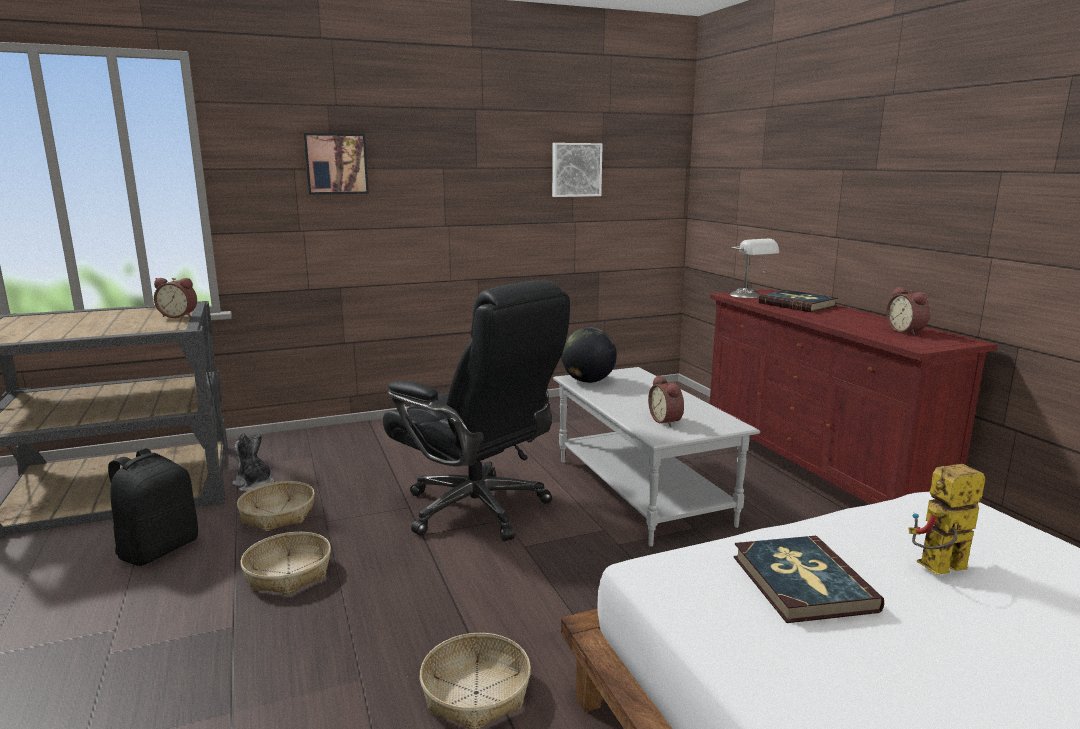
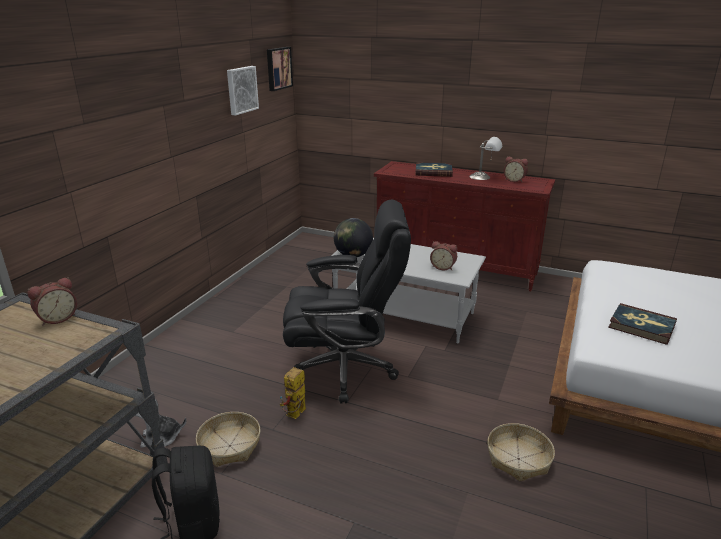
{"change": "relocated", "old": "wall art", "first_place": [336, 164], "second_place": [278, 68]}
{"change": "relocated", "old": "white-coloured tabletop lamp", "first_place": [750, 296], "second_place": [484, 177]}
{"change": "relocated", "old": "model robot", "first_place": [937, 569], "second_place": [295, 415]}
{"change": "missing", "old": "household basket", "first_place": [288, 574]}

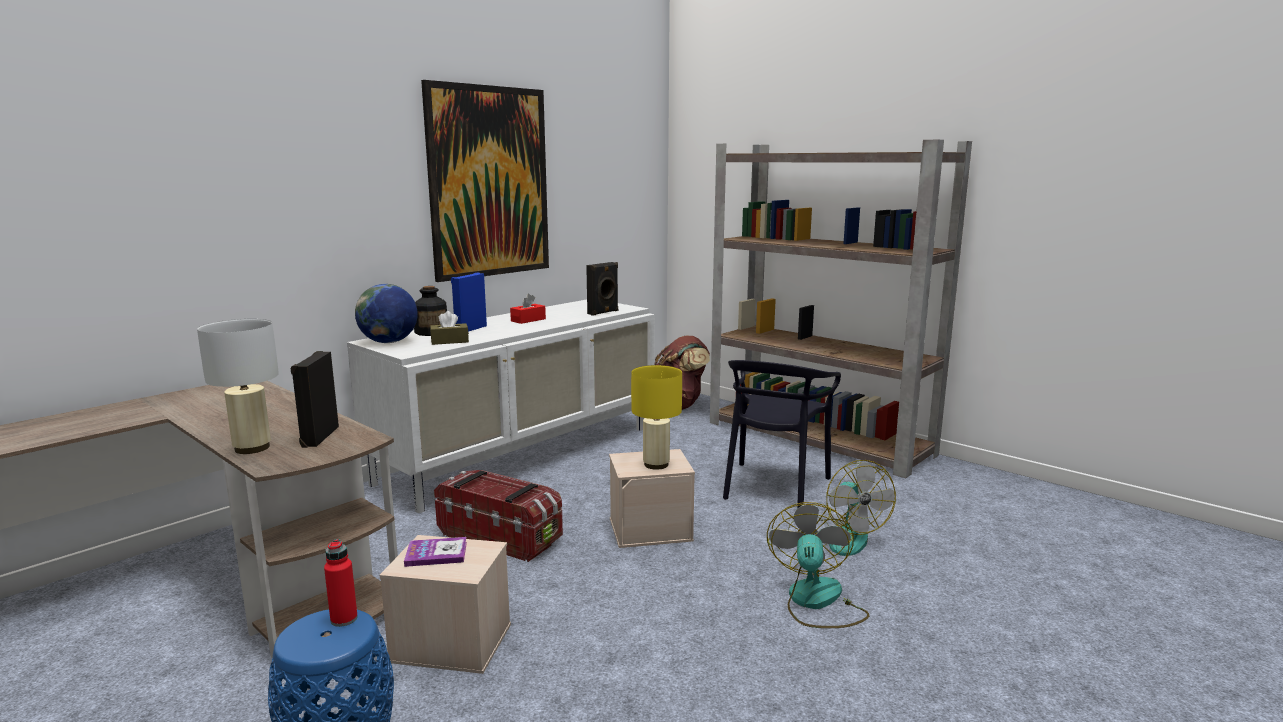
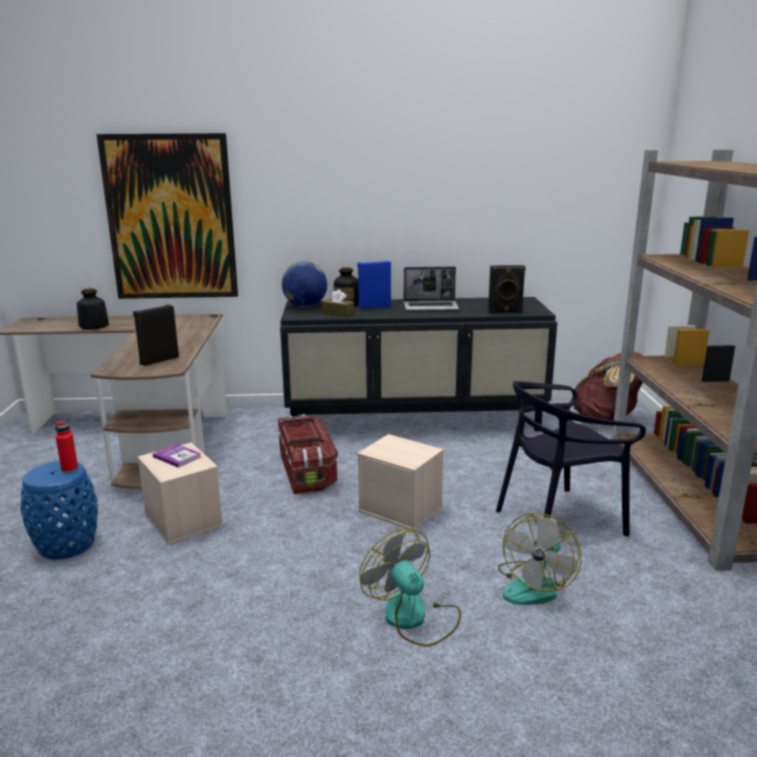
{"change": "relocated", "old": "wall art", "first_place": [489, 182], "second_place": [170, 218]}
{"change": "exchanged", "old": "reddish box of tissues", "new": "laptop", "first_place": [528, 320], "second_place": [431, 307]}
{"change": "colour", "old": "white-coloured cabinet", "new": "black-coloured cabinet", "first_place": [522, 455], "second_place": [414, 420]}
{"change": "missing", "old": "white-coloured tabletop lamp", "first_place": [251, 448]}
{"change": "missing", "old": "yellow tabletop lamp", "first_place": [655, 464]}
{"change": "spun", "old": "cooling fan", "first_place": [816, 602], "second_place": [413, 618], "degrees": -90}
{"change": "appeared", "new": "bottle", "second_place": [94, 326]}

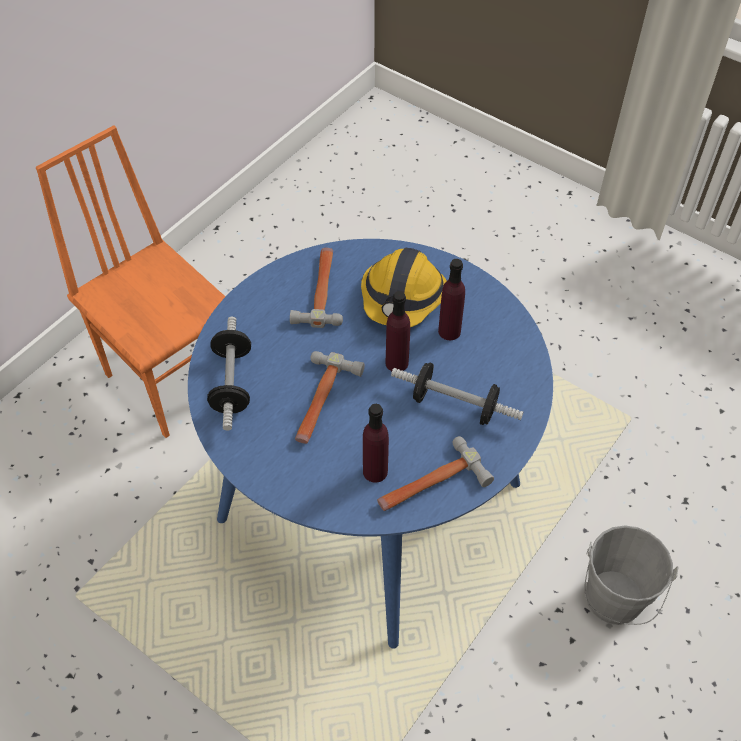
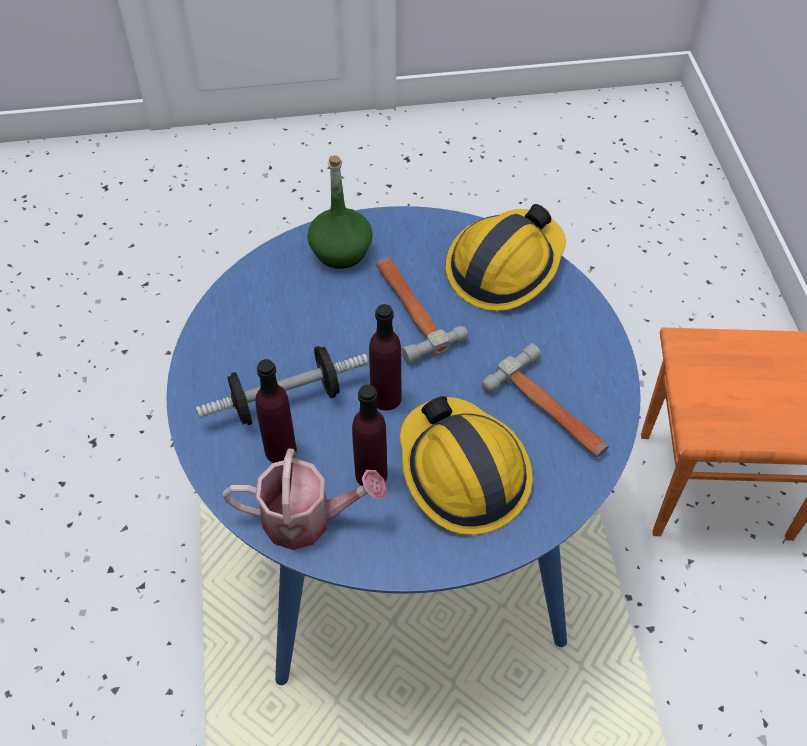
{"change": "exchanged", "old": "free weight", "new": "hard hat", "first_place": [232, 383], "second_place": [504, 267]}
{"change": "relocated", "old": "purple bottle", "first_place": [375, 471], "second_place": [280, 450]}
{"change": "missing", "old": "tool hammer", "first_place": [430, 485]}
{"change": "missing", "old": "grey bucket", "first_place": [612, 604]}
{"change": "appeared", "new": "greenish bottle", "second_place": [341, 251]}
{"change": "appeared", "new": "watering pot", "second_place": [307, 519]}

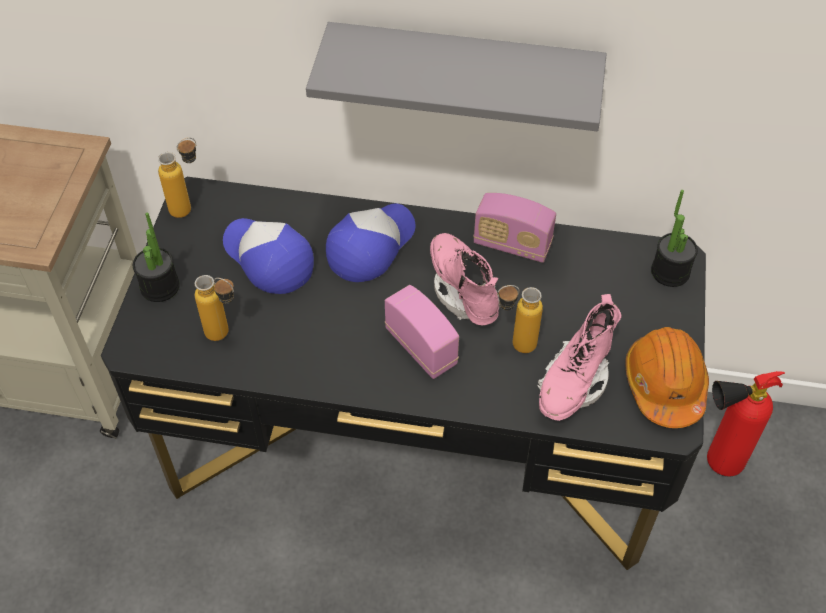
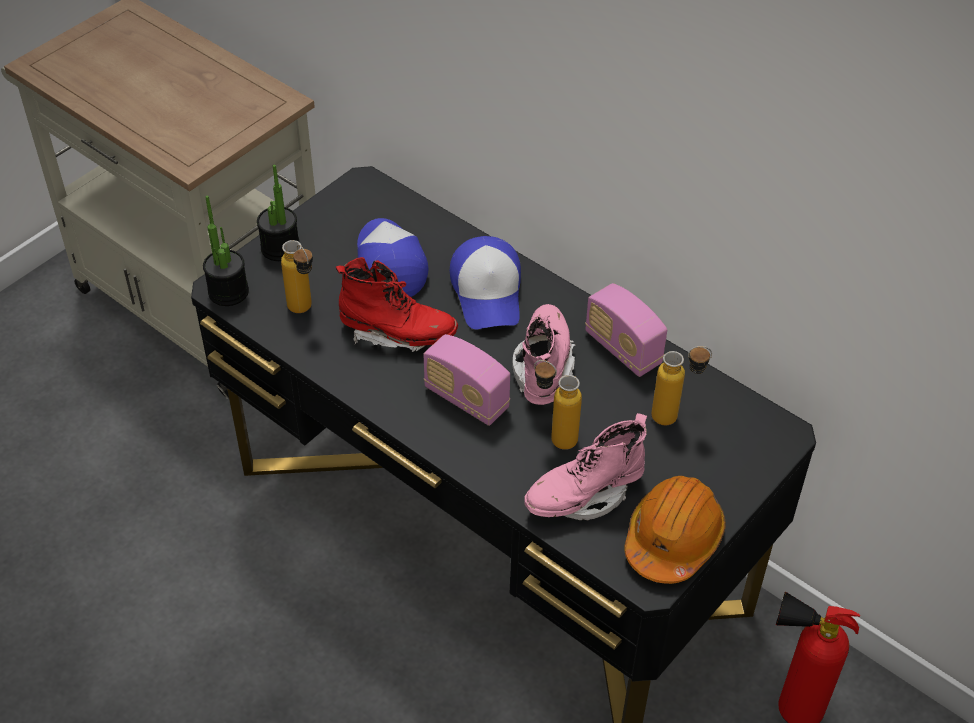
{"change": "missing", "old": "grey shelf", "first_place": [463, 75]}
{"change": "relocated", "old": "bottle", "first_place": [189, 207], "second_place": [675, 417]}
{"change": "relocated", "old": "houseplant", "first_place": [670, 272], "second_place": [228, 292]}
{"change": "spun", "old": "cap", "first_place": [370, 246], "second_place": [488, 292], "degrees": 105}
{"change": "spun", "old": "radio set", "first_place": [421, 347], "second_place": [466, 399], "degrees": 135}
{"change": "appeared", "new": "reddish tall boot", "second_place": [397, 333]}

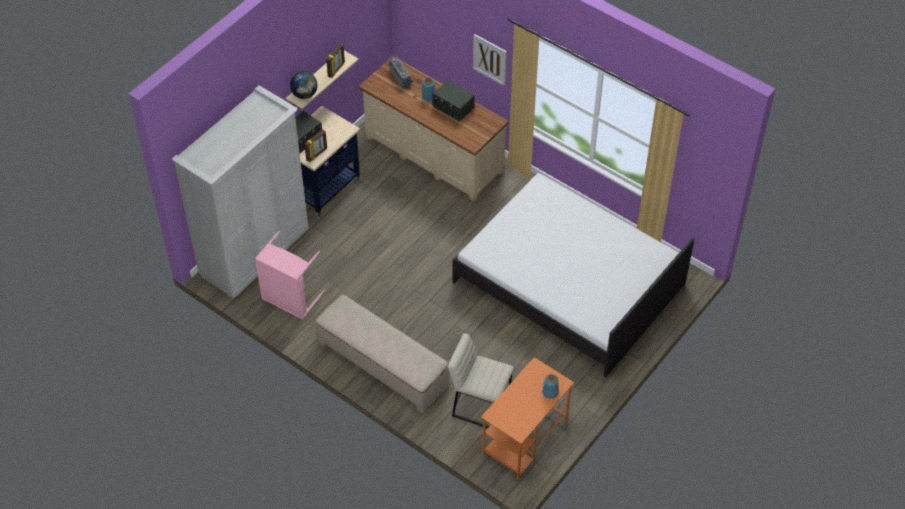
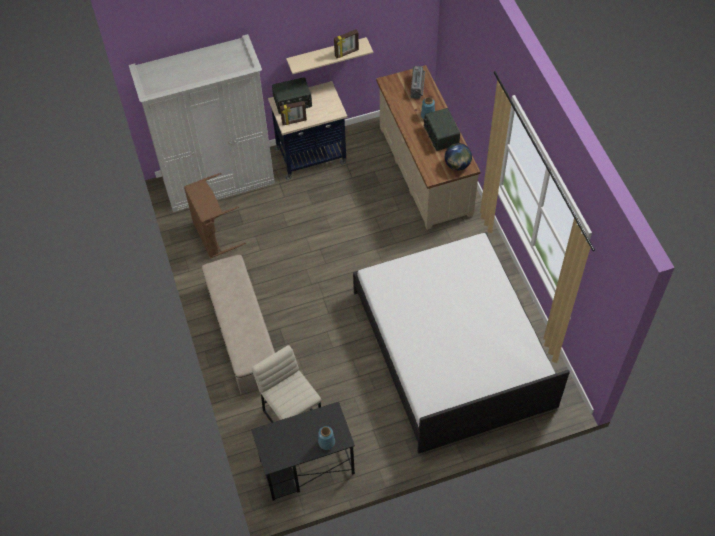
{"change": "missing", "old": "wall art", "first_place": [490, 59]}
{"change": "relocated", "old": "desk globe", "first_place": [304, 94], "second_place": [457, 165]}
{"change": "colour", "old": "pink-coloured laundry basket", "new": "brownish laundry basket", "first_place": [289, 300], "second_place": [213, 236]}
{"change": "colour", "old": "orangey desk table", "new": "black-coloured desk table", "first_place": [524, 438], "second_place": [306, 467]}

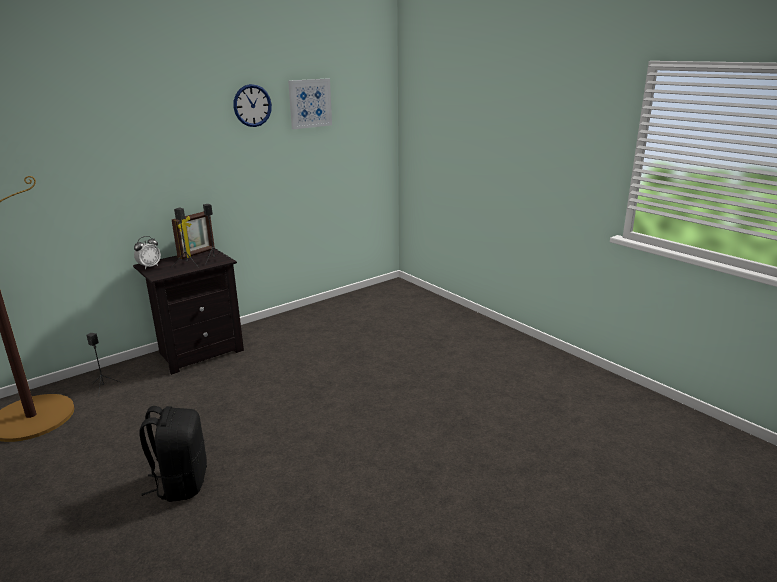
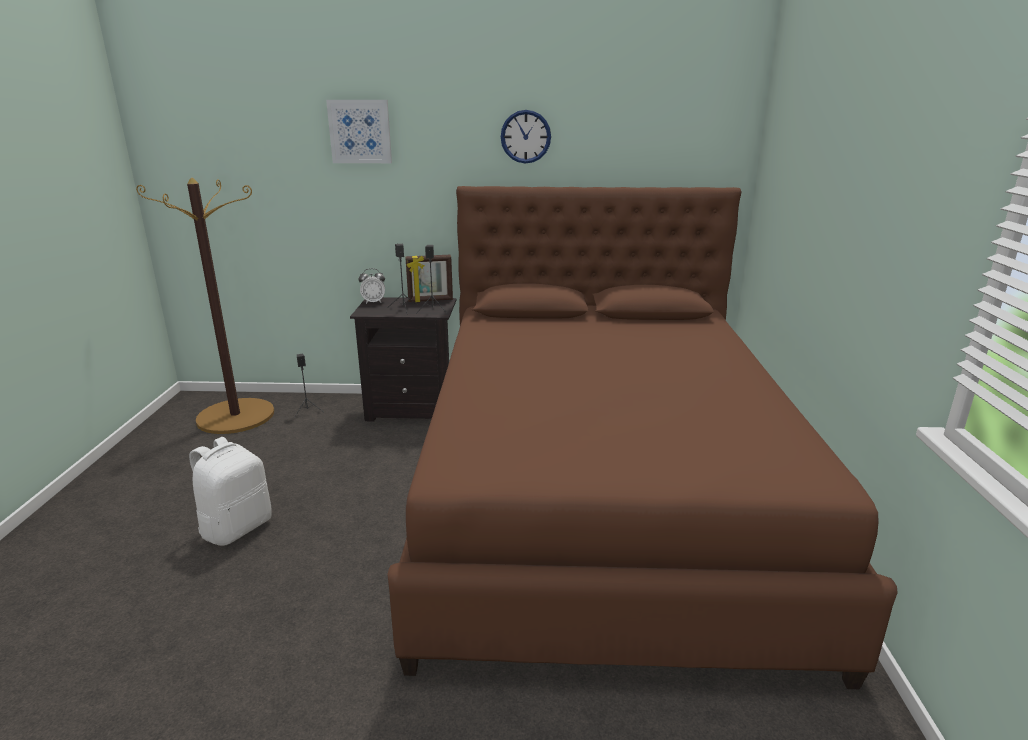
{"change": "relocated", "old": "wall art", "first_place": [310, 103], "second_place": [360, 131]}
{"change": "colour", "old": "black-coloured backpack", "new": "white-coloured backpack", "first_place": [181, 483], "second_place": [237, 527]}
{"change": "appeared", "new": "brownish sleeping bed", "second_place": [602, 496]}

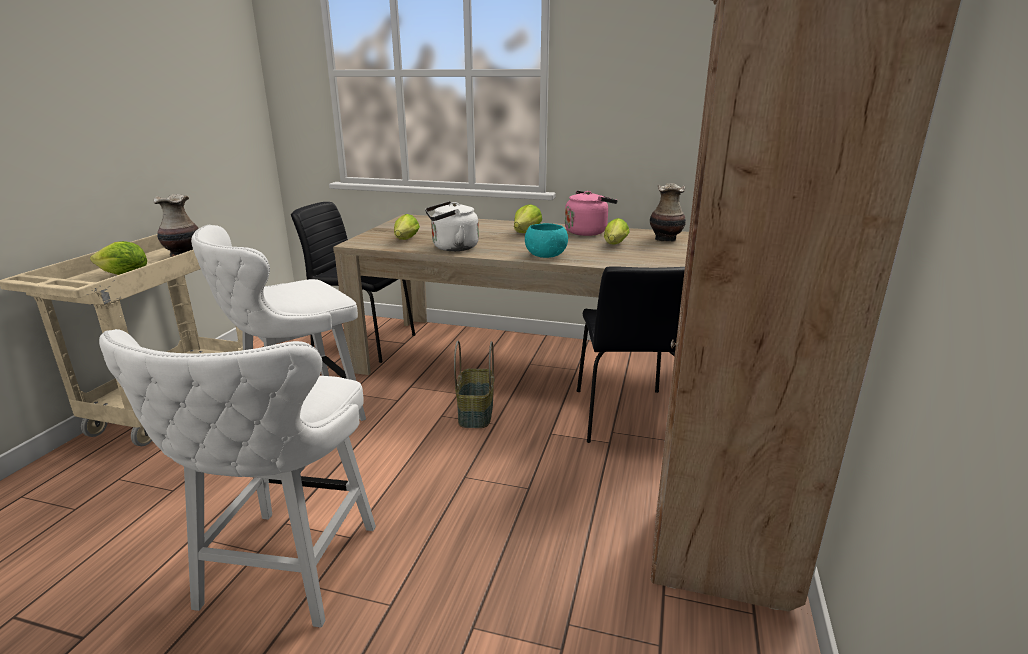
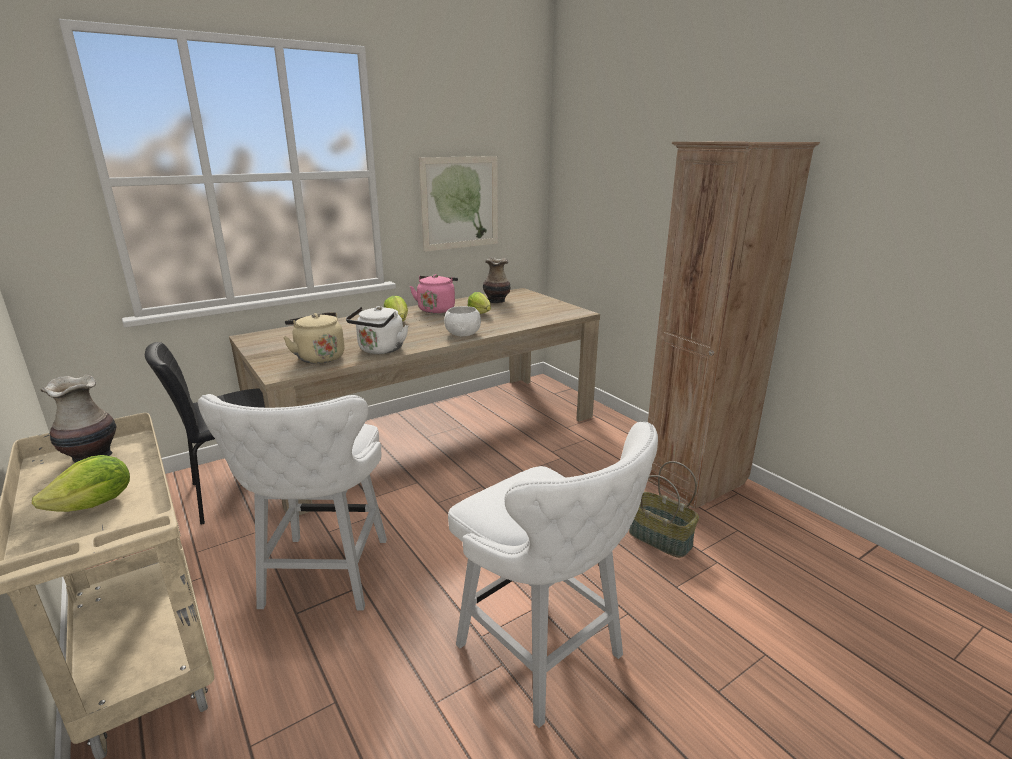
{"change": "exchanged", "old": "lettuce head", "new": "beige-coloured water kettle", "first_place": [405, 240], "second_place": [318, 357]}
{"change": "colour", "old": "blue-green deep dish", "new": "white-coloured deep dish", "first_place": [546, 256], "second_place": [463, 334]}
{"change": "missing", "old": "black-coloured plain chair", "first_place": [625, 418]}
{"change": "relocated", "old": "household basket", "first_place": [475, 412], "second_place": [659, 539]}
{"change": "appeared", "new": "wall art", "second_place": [460, 203]}

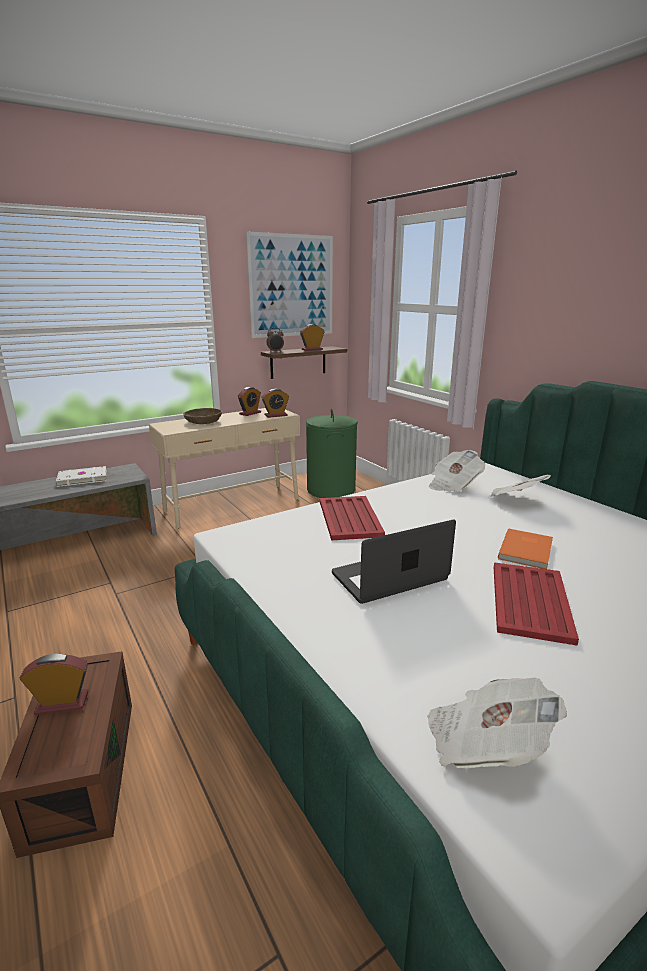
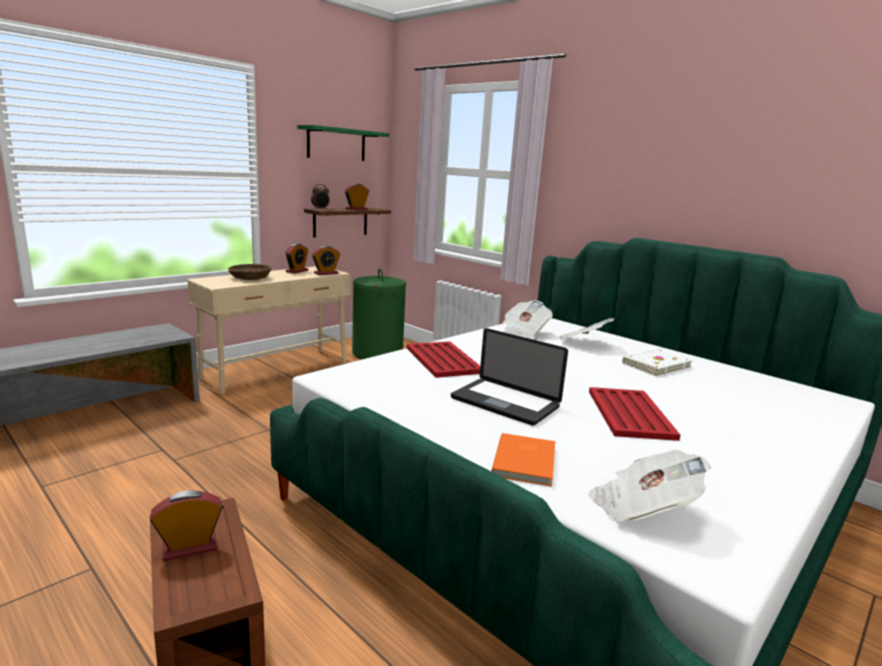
{"change": "exchanged", "old": "wall art", "new": "greenish shelf", "first_place": [292, 286], "second_place": [336, 144]}
{"change": "relocated", "old": "white-coloured book", "first_place": [82, 478], "second_place": [655, 365]}
{"change": "spun", "old": "laptop", "first_place": [389, 577], "second_place": [504, 403], "degrees": -105}
{"change": "relocated", "old": "orangey book", "first_place": [527, 550], "second_place": [526, 461]}

